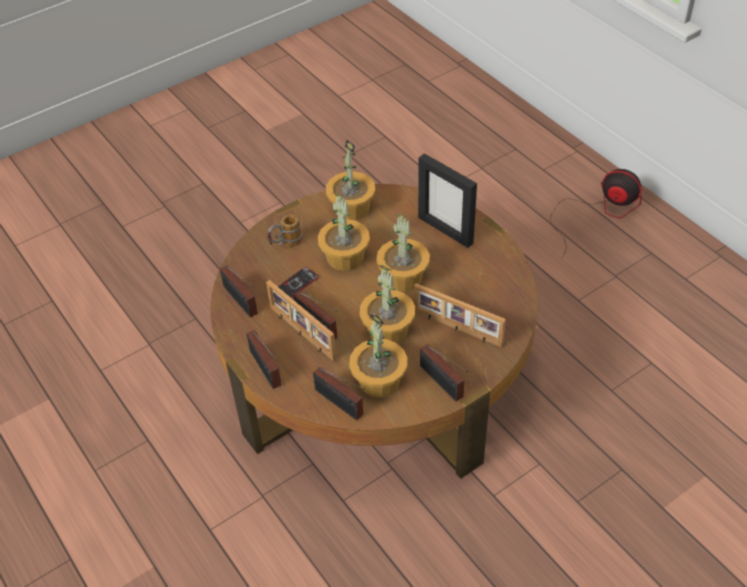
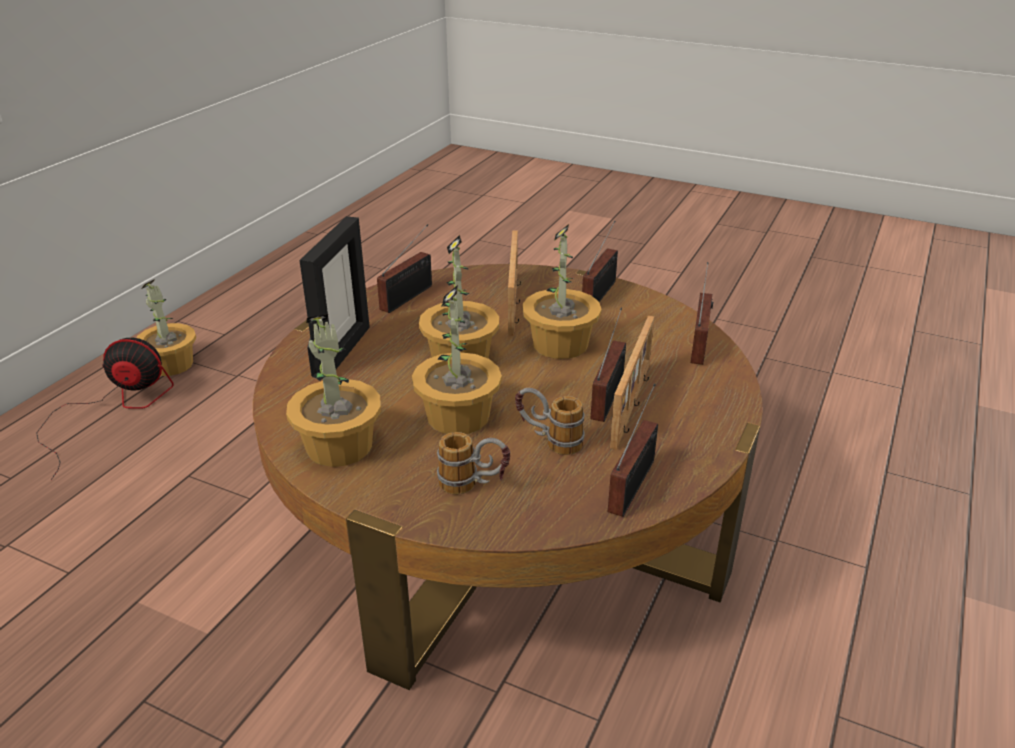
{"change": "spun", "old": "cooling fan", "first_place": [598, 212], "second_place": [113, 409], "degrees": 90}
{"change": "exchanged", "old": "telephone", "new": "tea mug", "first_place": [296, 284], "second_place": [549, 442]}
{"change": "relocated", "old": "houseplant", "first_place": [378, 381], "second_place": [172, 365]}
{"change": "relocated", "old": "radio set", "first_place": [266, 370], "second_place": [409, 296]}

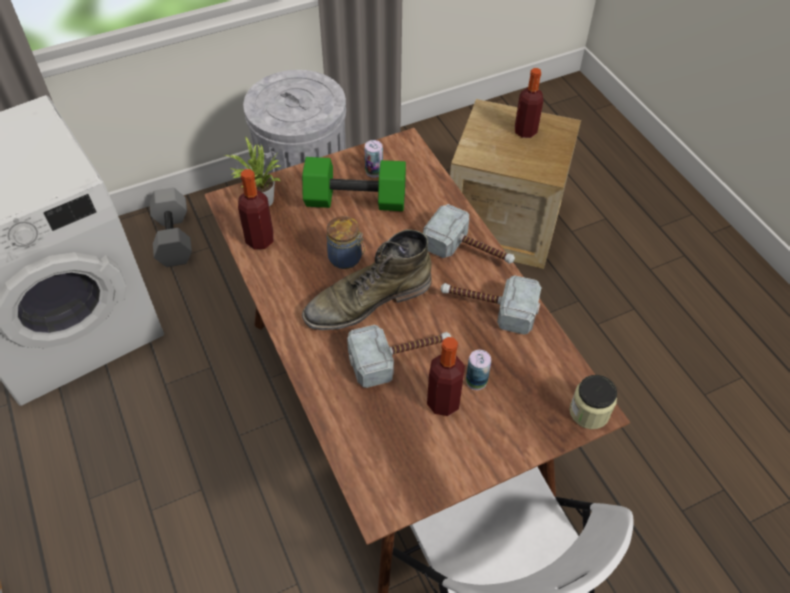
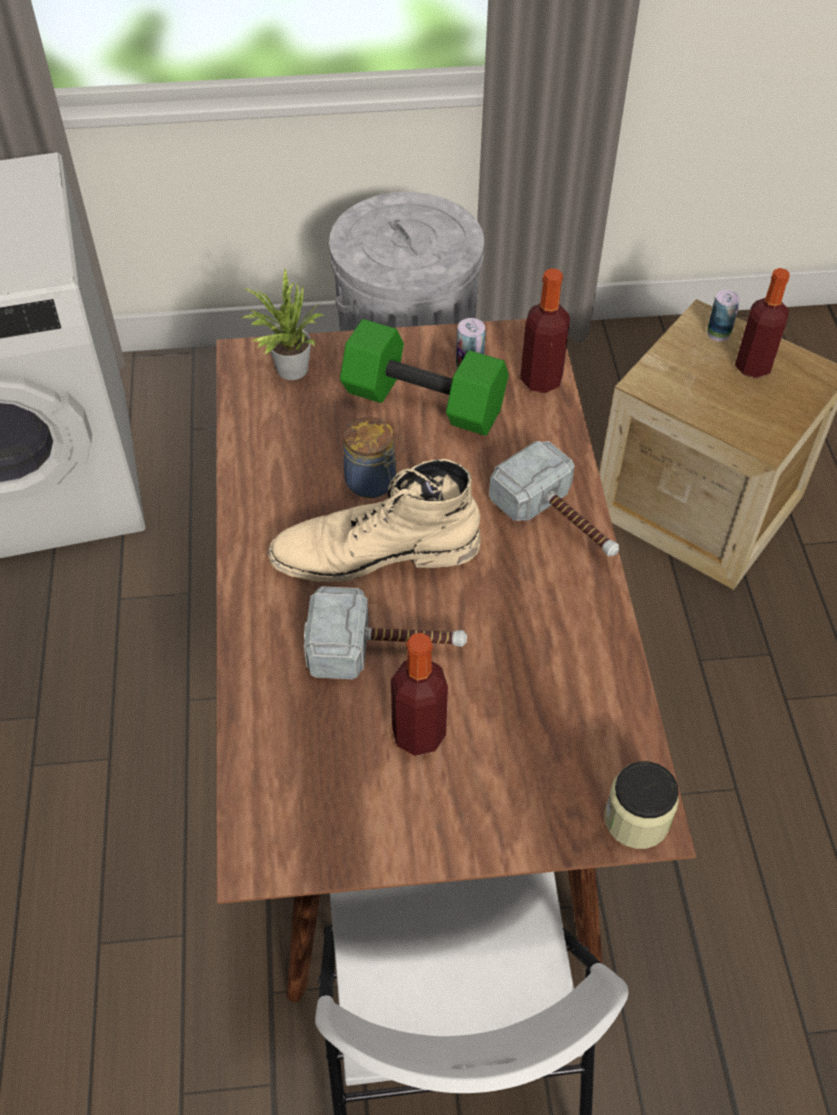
{"change": "relocated", "old": "bottle", "first_place": [260, 240], "second_place": [541, 379]}
{"change": "missing", "old": "grey free weight", "first_place": [175, 238]}
{"change": "colour", "old": "greenish tall boot", "new": "beige-coloured tall boot", "first_place": [367, 300], "second_place": [375, 552]}
{"change": "missing", "old": "tool hammer", "first_place": [488, 307]}
{"change": "relocated", "old": "metal can", "first_place": [476, 381], "second_place": [718, 333]}

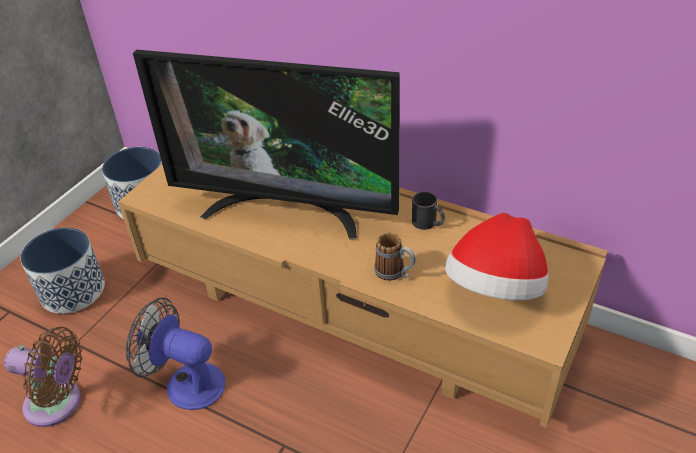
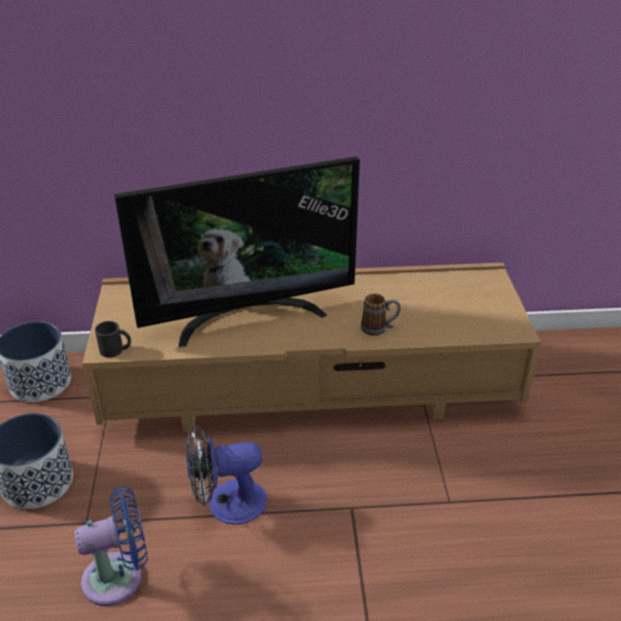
{"change": "relocated", "old": "black-coloured tea mug", "first_place": [428, 223], "second_place": [116, 350]}
{"change": "missing", "old": "clothing hat", "first_place": [495, 289]}
{"change": "colour", "old": "brownish cooling fan", "new": "blue cooling fan", "first_place": [58, 404], "second_place": [119, 577]}

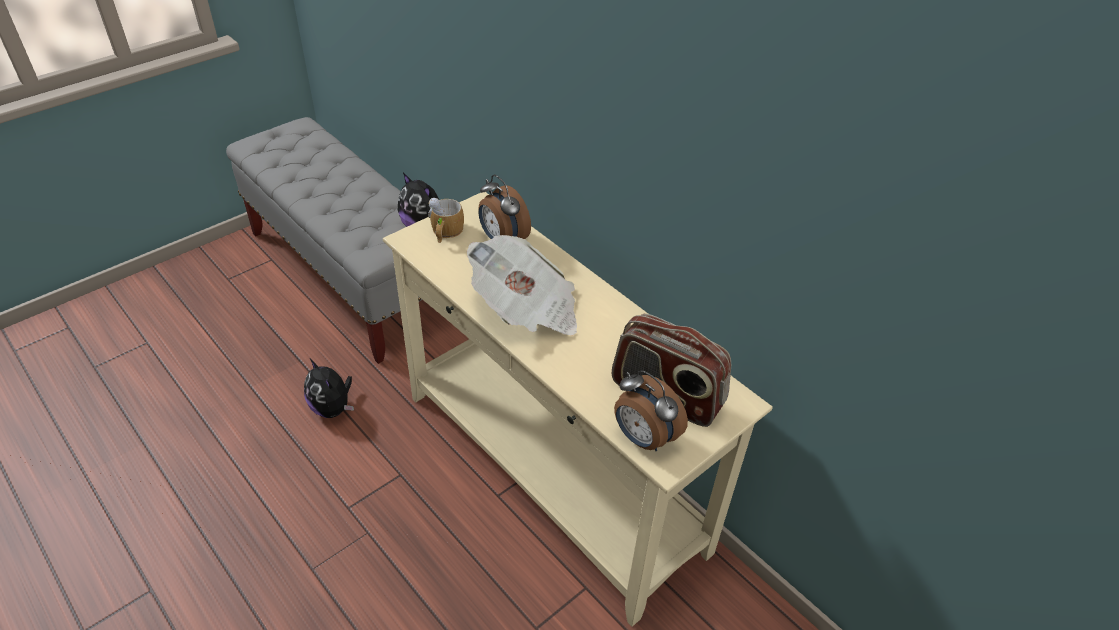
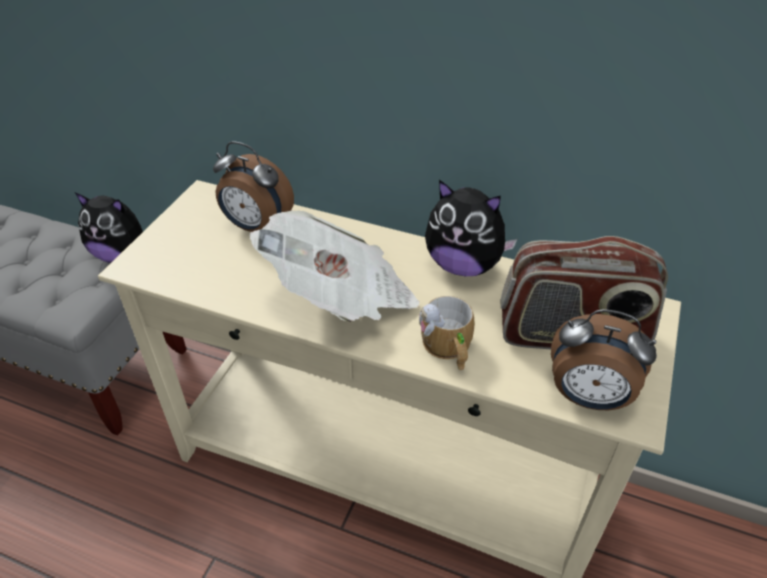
{"change": "relocated", "old": "tea mug", "first_place": [445, 232], "second_place": [448, 349]}
{"change": "relocated", "old": "cuddly toy", "first_place": [333, 408], "second_place": [463, 265]}

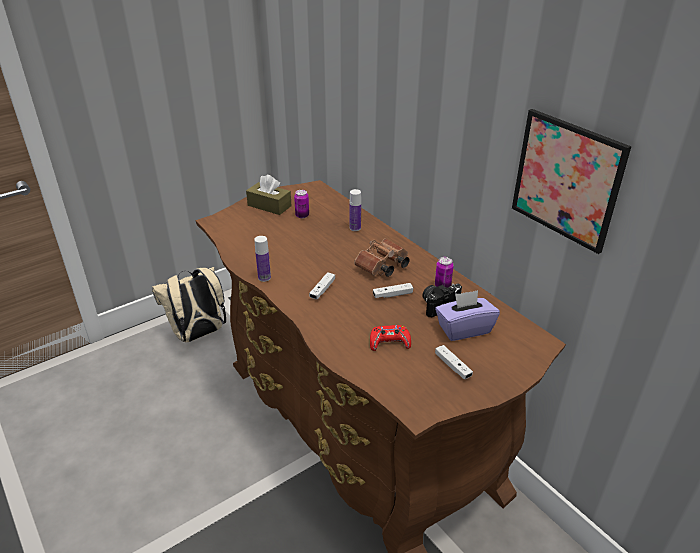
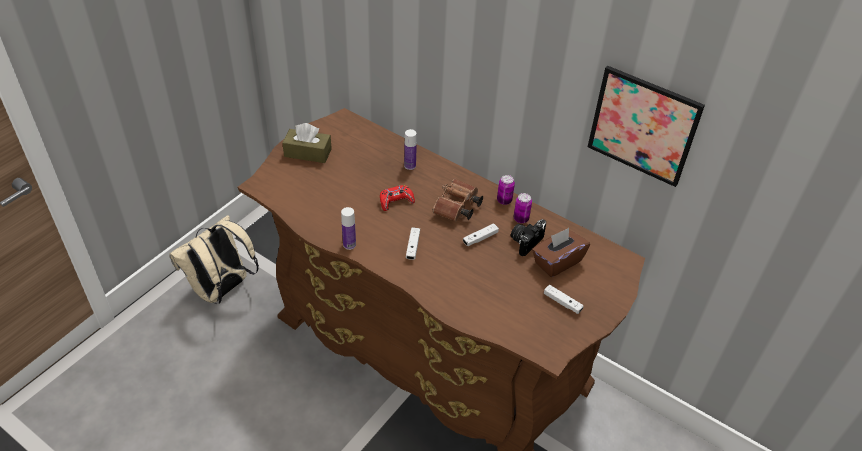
{"change": "relocated", "old": "metal can", "first_place": [302, 215], "second_place": [504, 200]}
{"change": "colour", "old": "purple box of tissues", "new": "brownish box of tissues", "first_place": [464, 329], "second_place": [557, 262]}
{"change": "relocated", "old": "reddish joypad", "first_place": [389, 342], "second_place": [396, 201]}

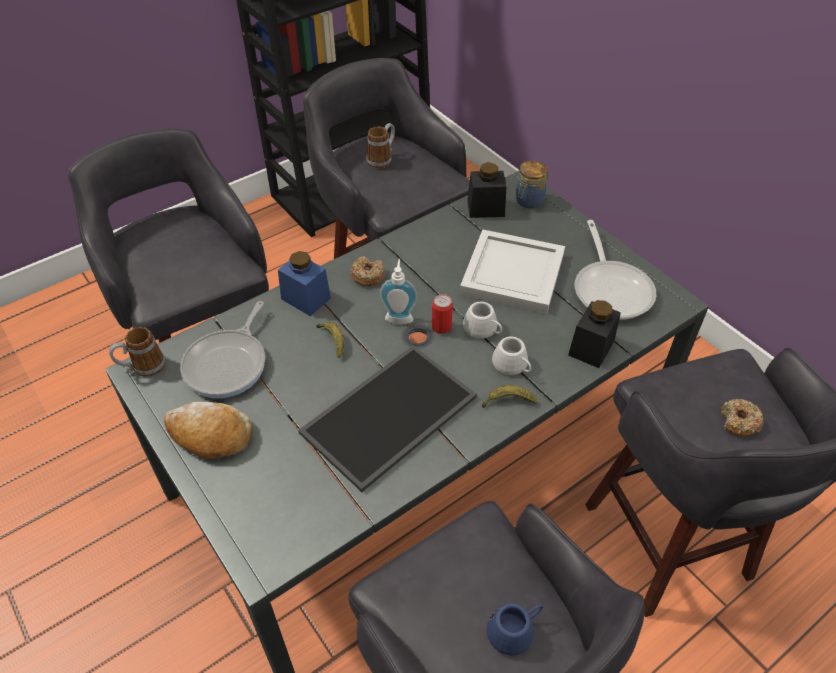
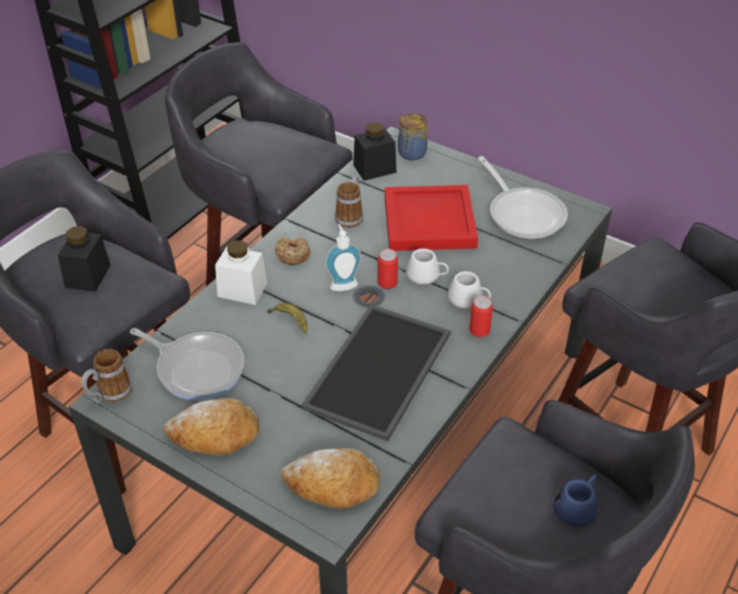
{"change": "relocated", "old": "tea mug", "first_place": [382, 159], "second_place": [351, 216]}
{"change": "colour", "old": "white-coloured carrying tray", "new": "reddish carrying tray", "first_place": [514, 273], "second_place": [430, 220]}
{"change": "colour", "old": "blue preserve jar", "new": "white-coloured preserve jar", "first_place": [306, 298], "second_place": [242, 290]}
{"change": "relocated", "old": "black-coloured preserve jar", "first_place": [591, 348], "second_place": [88, 276]}
{"change": "spun", "old": "pan", "first_place": [228, 364], "second_place": [197, 368], "degrees": -60}
{"change": "exchanged", "old": "banana fruit", "new": "metal can", "first_place": [508, 401], "second_place": [479, 330]}
{"change": "missing", "old": "doughnut", "first_place": [739, 422]}
{"change": "appeared", "new": "bread", "second_place": [332, 485]}

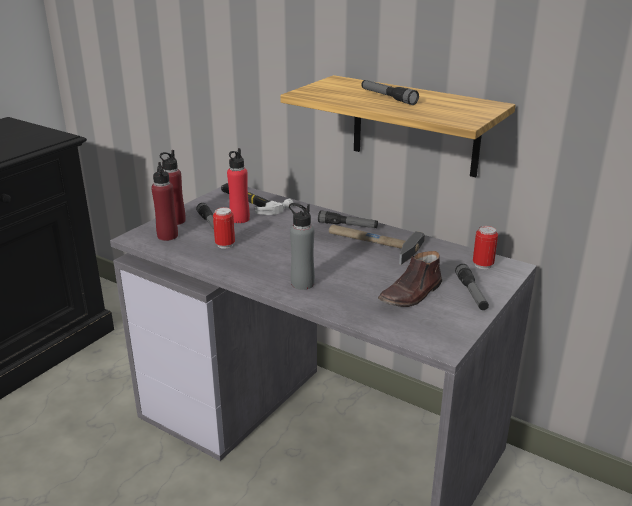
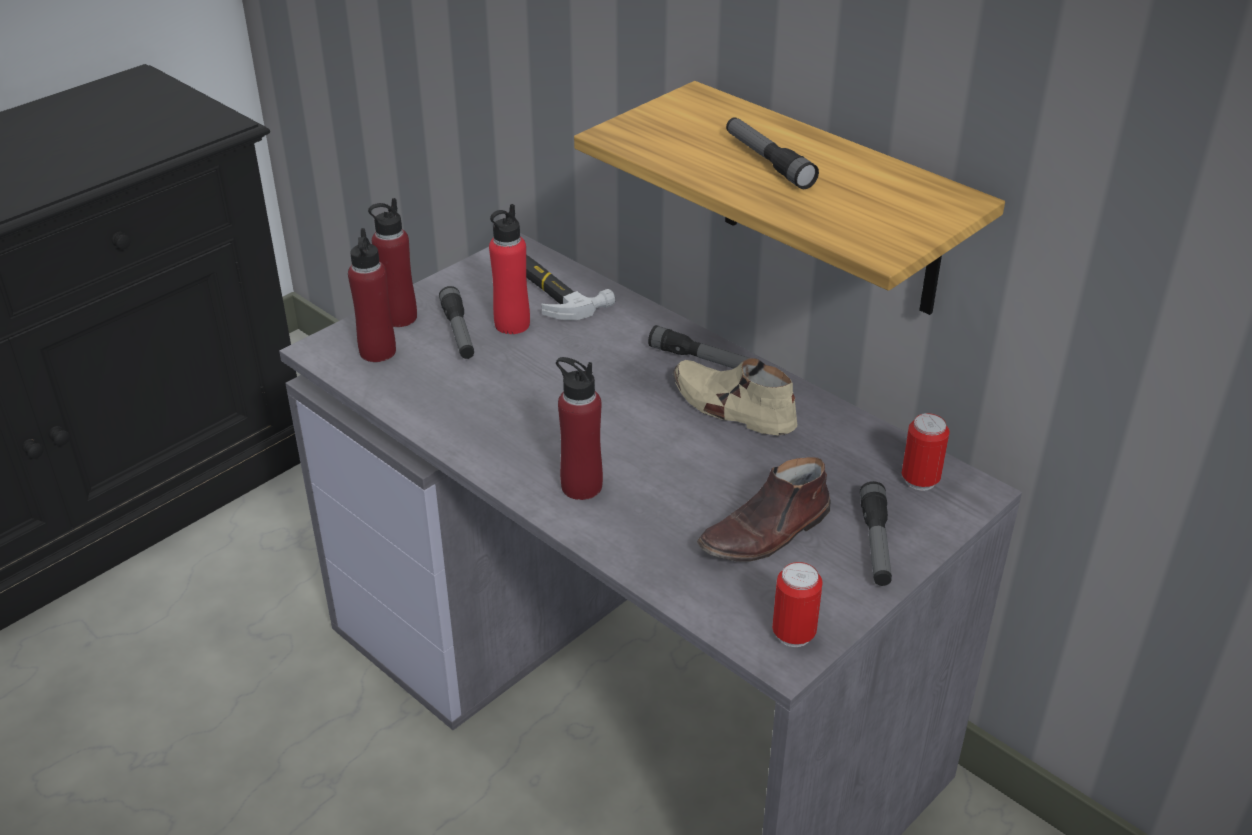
{"change": "colour", "old": "grey bottle", "new": "reddish bottle", "first_place": [302, 283], "second_place": [581, 486]}
{"change": "relocated", "old": "metal can", "first_place": [225, 245], "second_place": [793, 634]}
{"change": "exchanged", "old": "tool hammer", "new": "beige-coloured low shoe", "first_place": [371, 244], "second_place": [731, 408]}

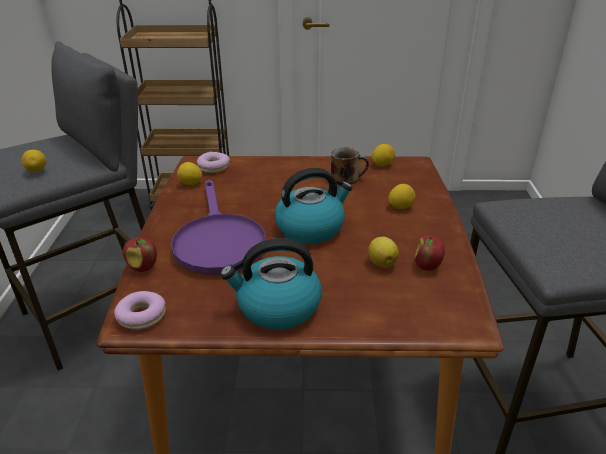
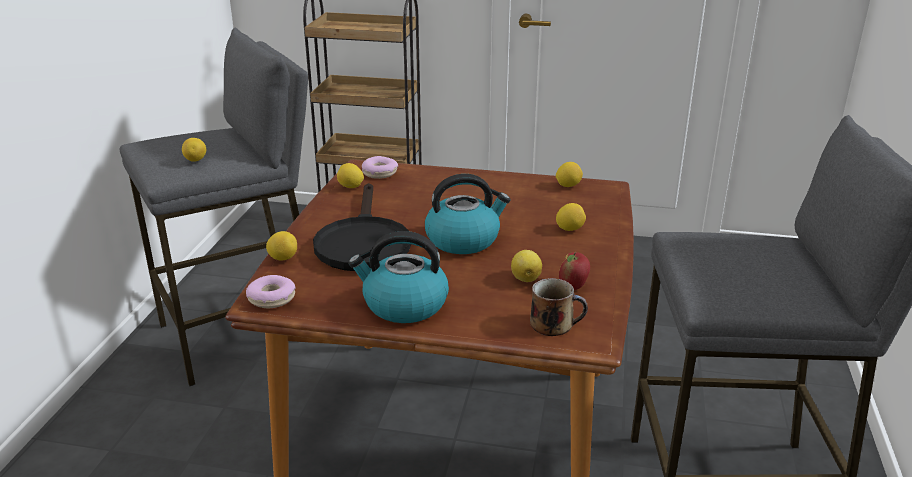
{"change": "relocated", "old": "tea mug", "first_place": [346, 178], "second_place": [554, 324]}
{"change": "colour", "old": "purple pan", "new": "black-coloured pan", "first_place": [217, 241], "second_place": [362, 242]}
{"change": "exchanged", "old": "whole apple", "new": "whole lemon", "first_place": [143, 267], "second_place": [283, 258]}

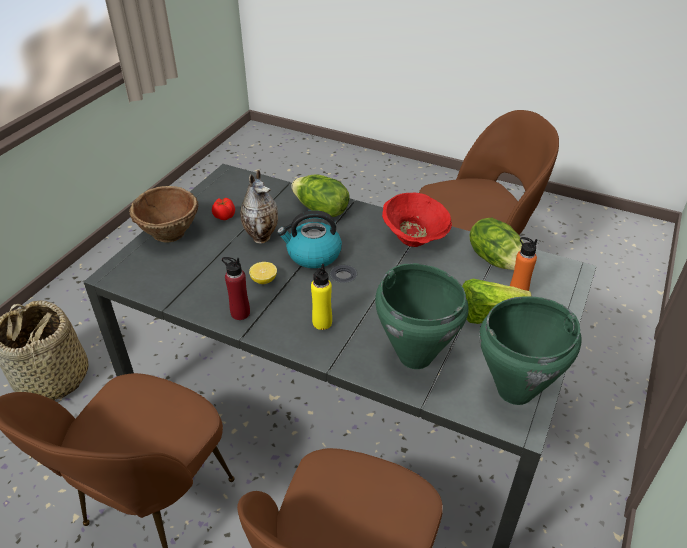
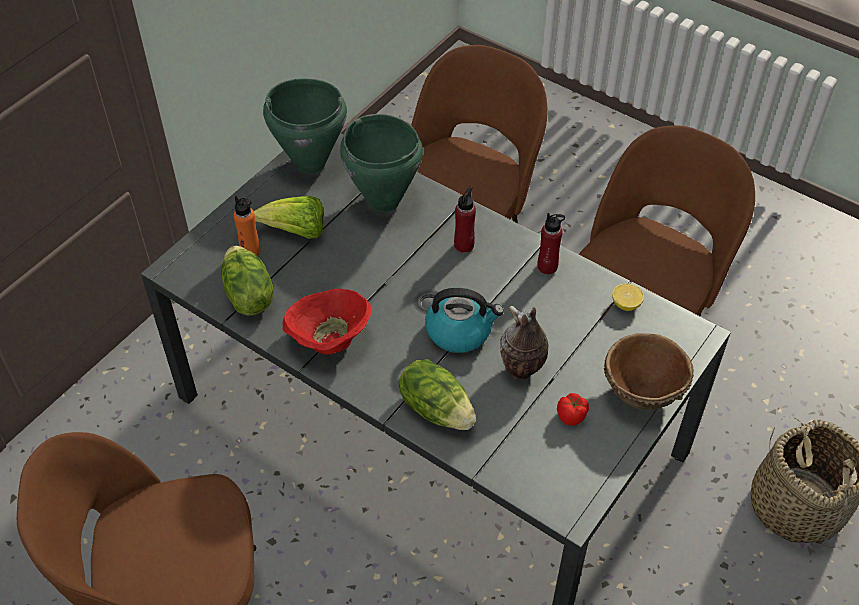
{"change": "relocated", "old": "whole lemon", "first_place": [264, 280], "second_place": [626, 304]}
{"change": "colour", "old": "yellow bottle", "new": "reddish bottle", "first_place": [322, 323], "second_place": [464, 245]}

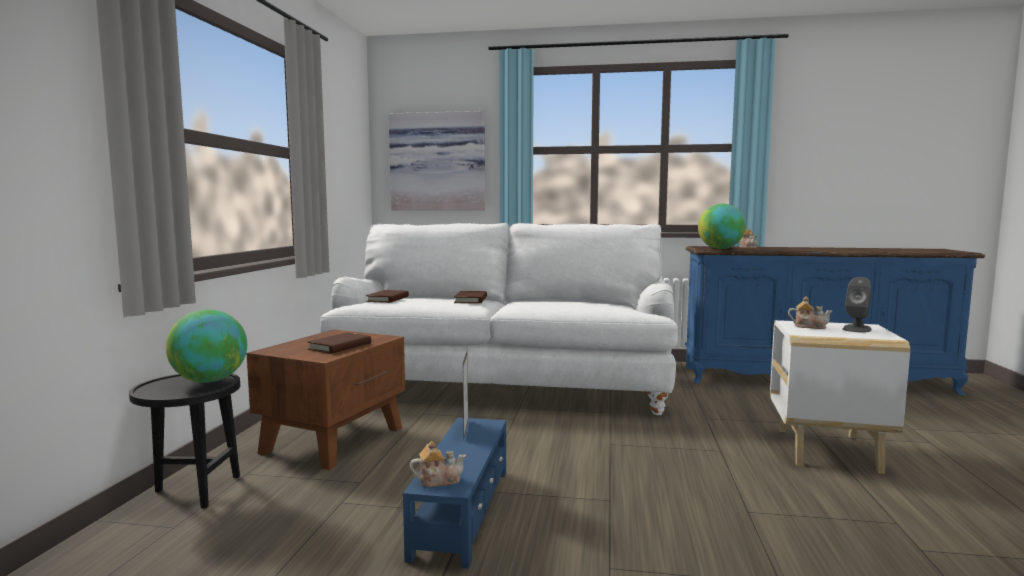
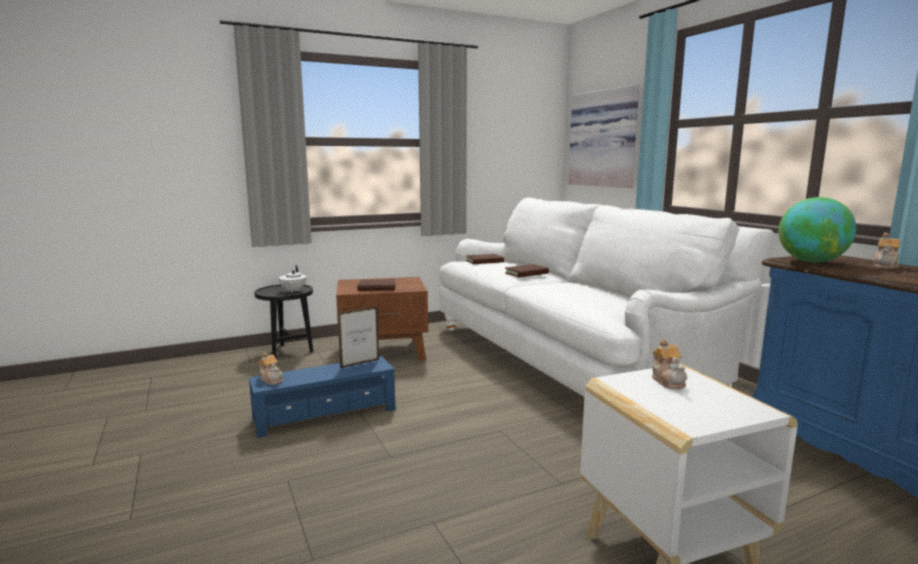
{"change": "missing", "old": "grey loudspeaker", "first_place": [857, 329]}
{"change": "exchanged", "old": "desk globe", "new": "white-coloured teapot", "first_place": [209, 381], "second_place": [293, 290]}

